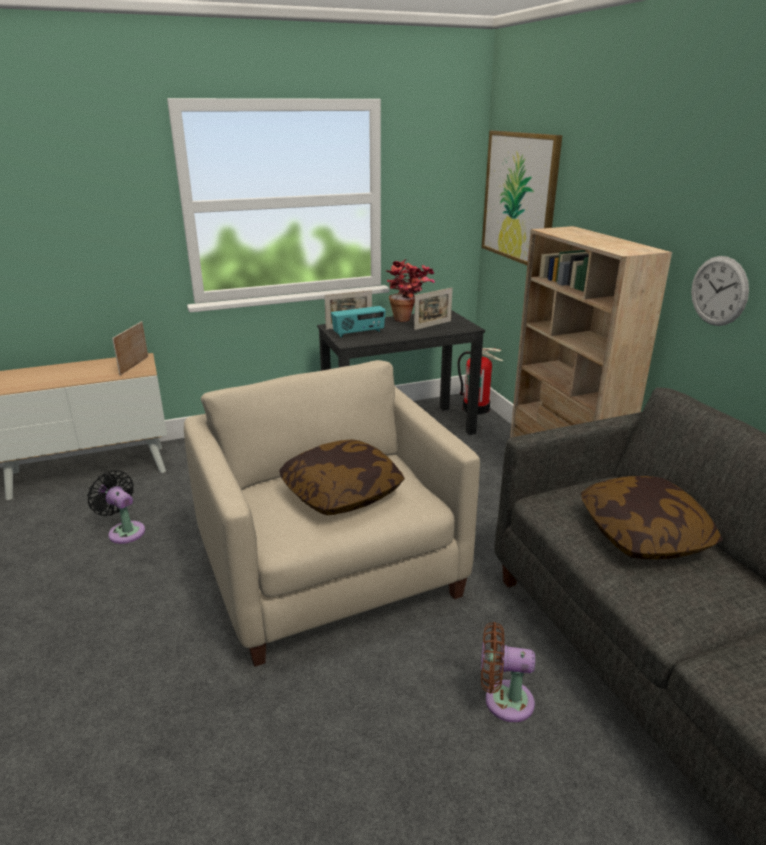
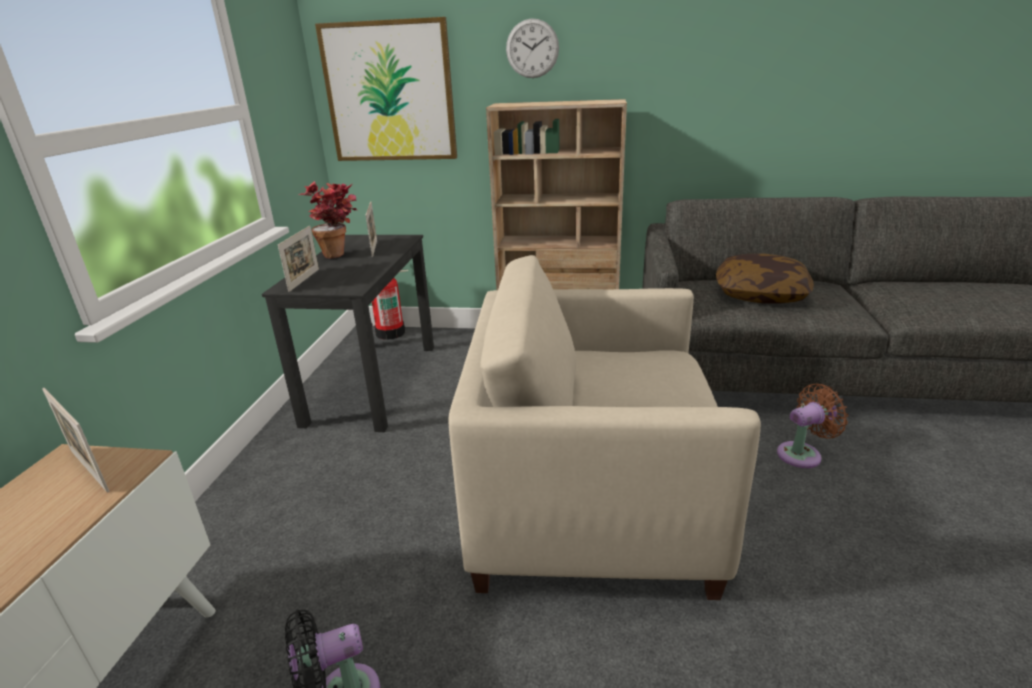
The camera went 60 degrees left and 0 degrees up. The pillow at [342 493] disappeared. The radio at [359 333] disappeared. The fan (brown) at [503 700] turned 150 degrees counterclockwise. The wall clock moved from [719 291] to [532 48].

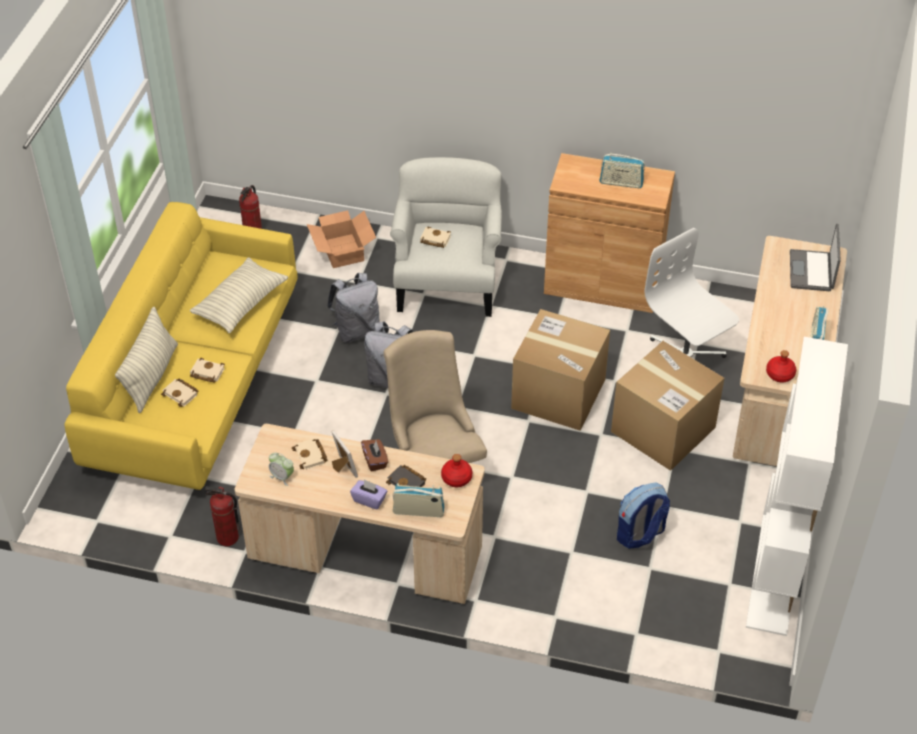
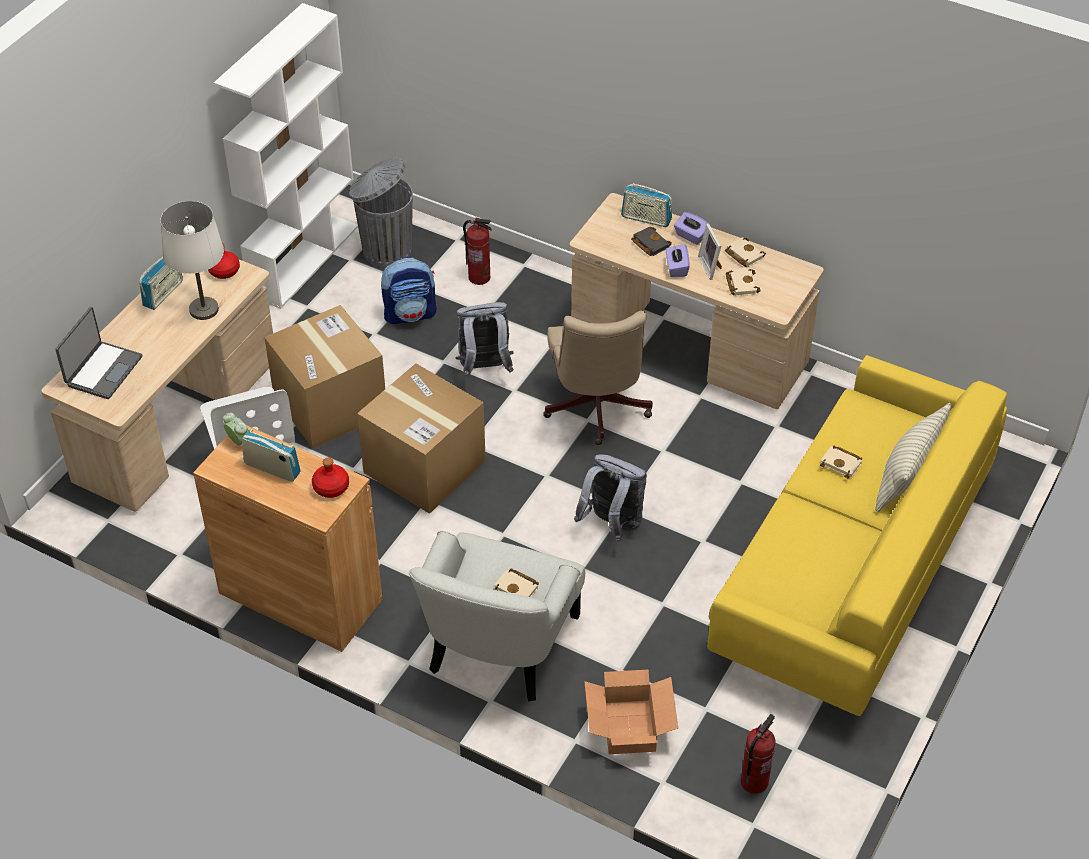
The camera went 165 degrees left and 0 degrees up. The book (beige) moved from [181 394] to [743 254]. The pillow at [240 304] disappeared. The fire extinguisher moved from [227 538] to [479 277]. The alarm clock moved from [282 477] to [239 442]. The backpack (grey) moved from [356 330] to [484 368]. The tissue box (brown) at [375 460] became the tissue box (purple) at [676 268]. The bottle (red) moved from [456 478] to [331 487]. The table lamp (white) at [204 310] appeared. The trash can (grey) at [385 250] appeared.

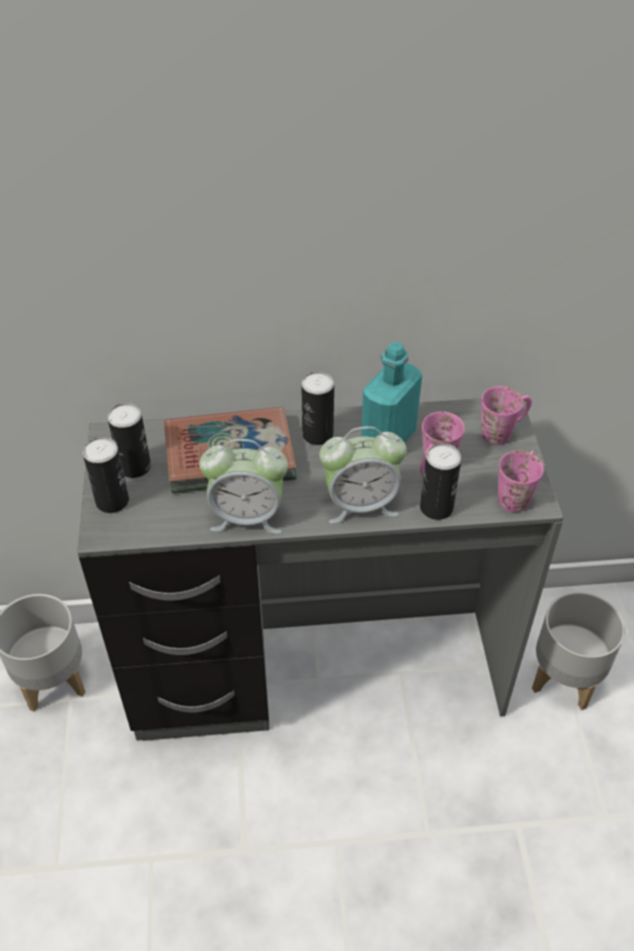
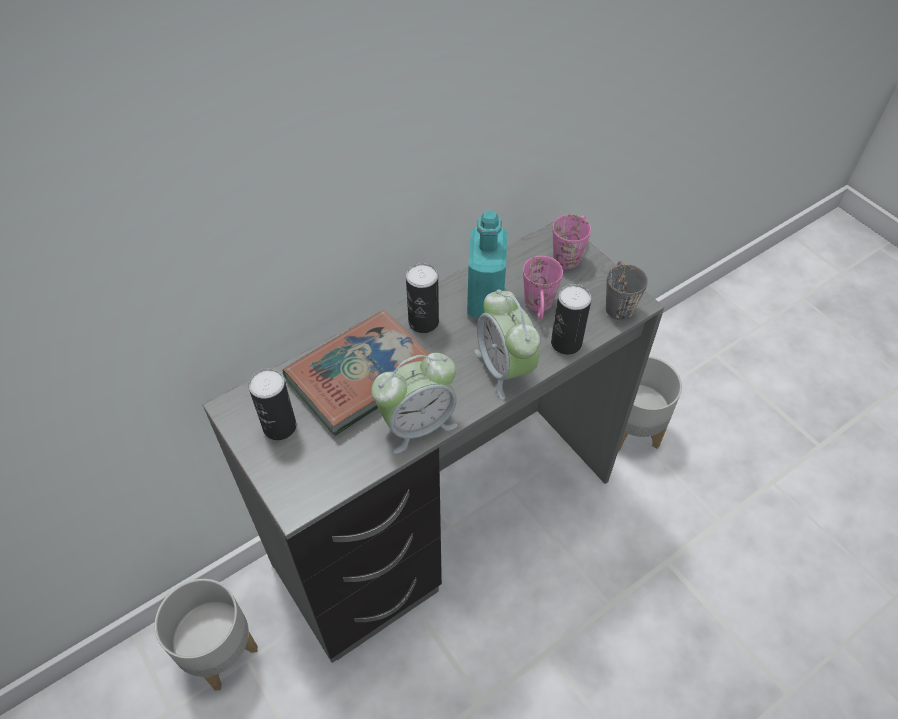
The camera went 30 degrees left and 5 degrees up. The can at [112 501] disappeared. The alarm clock at [360 504] turned 105 degrees clockwise. The mug (pink) at [516 493] became the mug (grey) at [617 302].

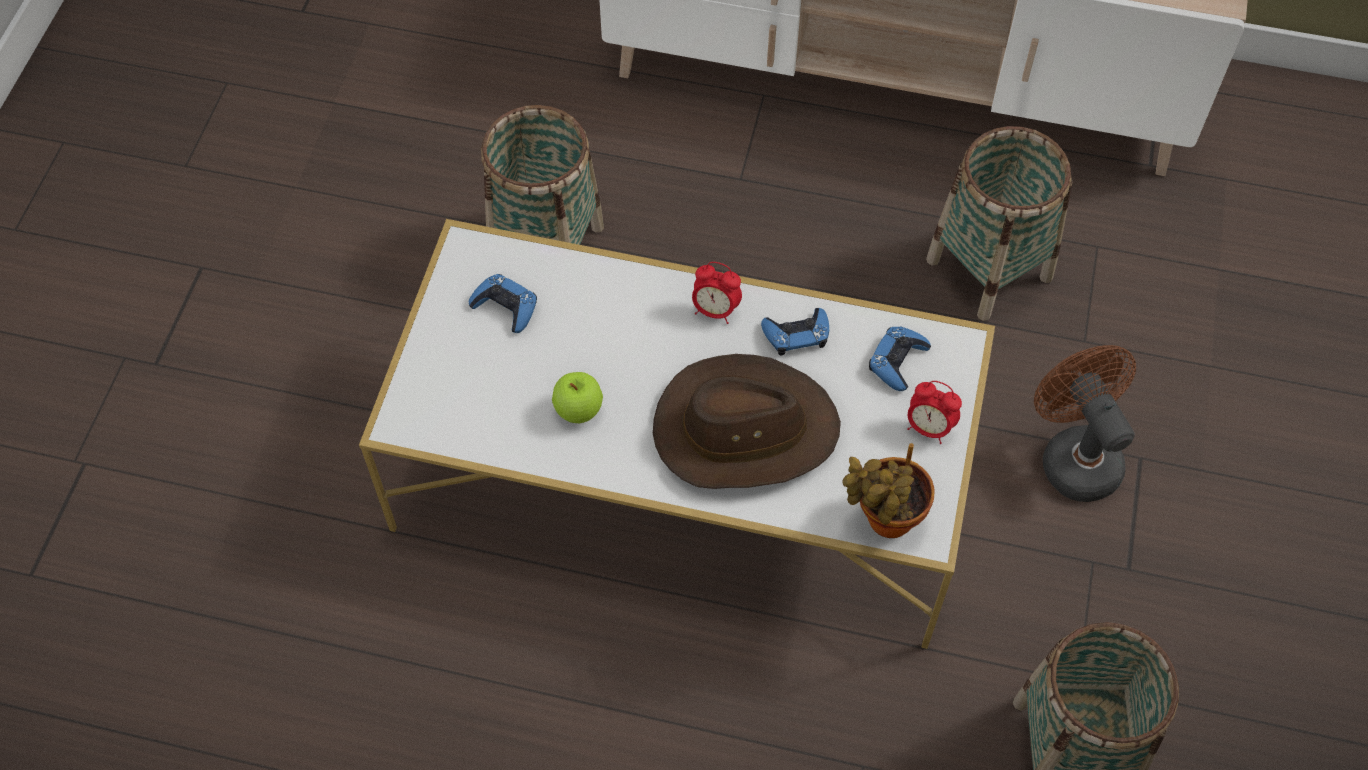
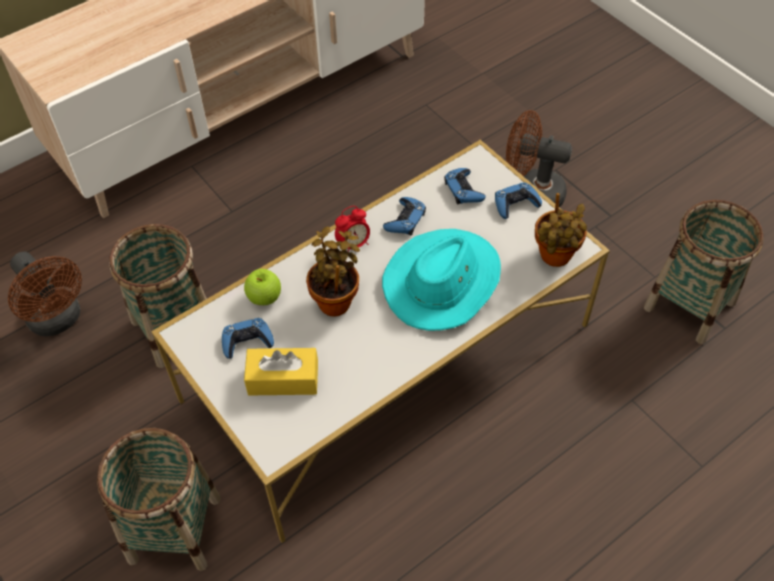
The camera went 50 degrees left and 5 degrees down. The apple moved from [578 410] to [264 298]. The hat (brown) at [744 429] became the hat (turquoise) at [442 281]. The alarm clock at [928 428] was replaced by the game controller (blue) at [515 204]. The basket moved from [989 269] to [175 529]. The fan (brown) at [59 320] appeared. The tissue box (yellow) at [283 379] appeared. The potted plant at [336 300] appeared.

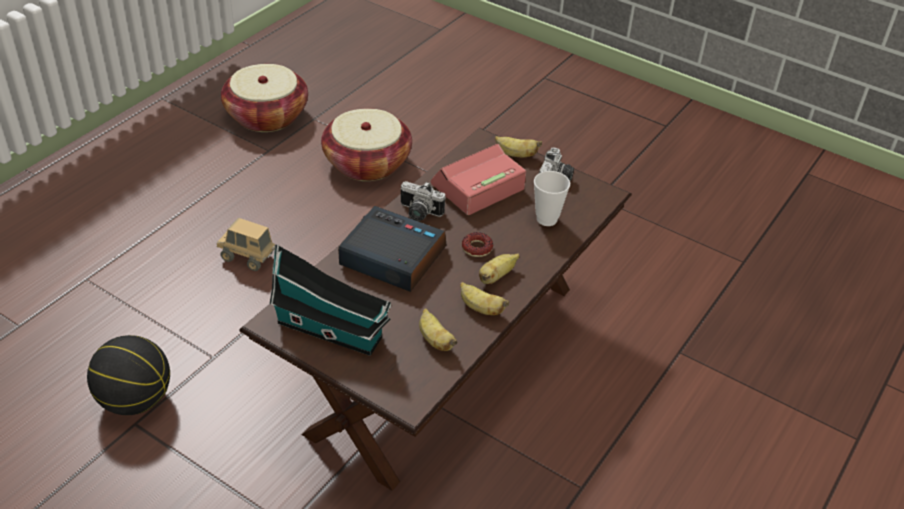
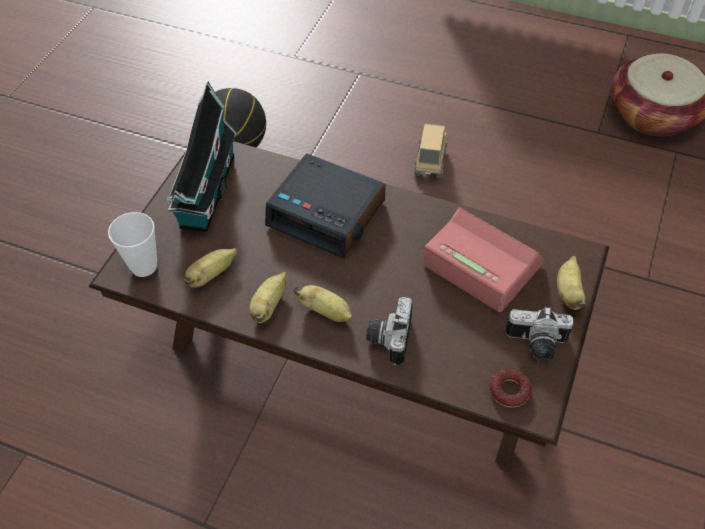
The camera went 80 degrees right and 10 degrees up. The basket at [367 163] disappeared. The alarm clock at [391 257] turned 105 degrees clockwise. The photo camera moved from [418 213] to [388 337]. The donut moved from [477 248] to [509 391]. The cup moved from [547 219] to [144 266].

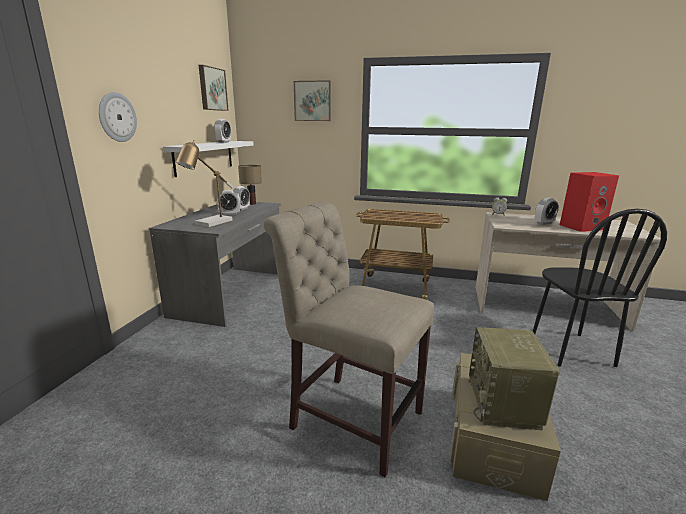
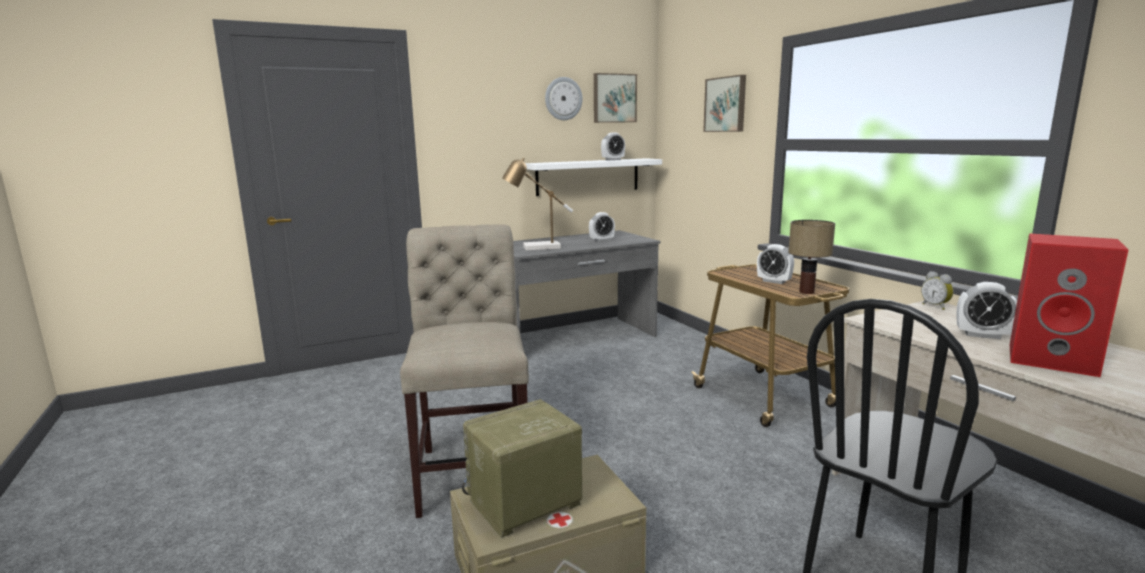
The camera went 50 degrees right and 5 degrees down. The wall clock moved from [117 117] to [563 98]. The alarm clock moved from [229 214] to [774 281]. The table lamp moved from [251 203] to [806 292].

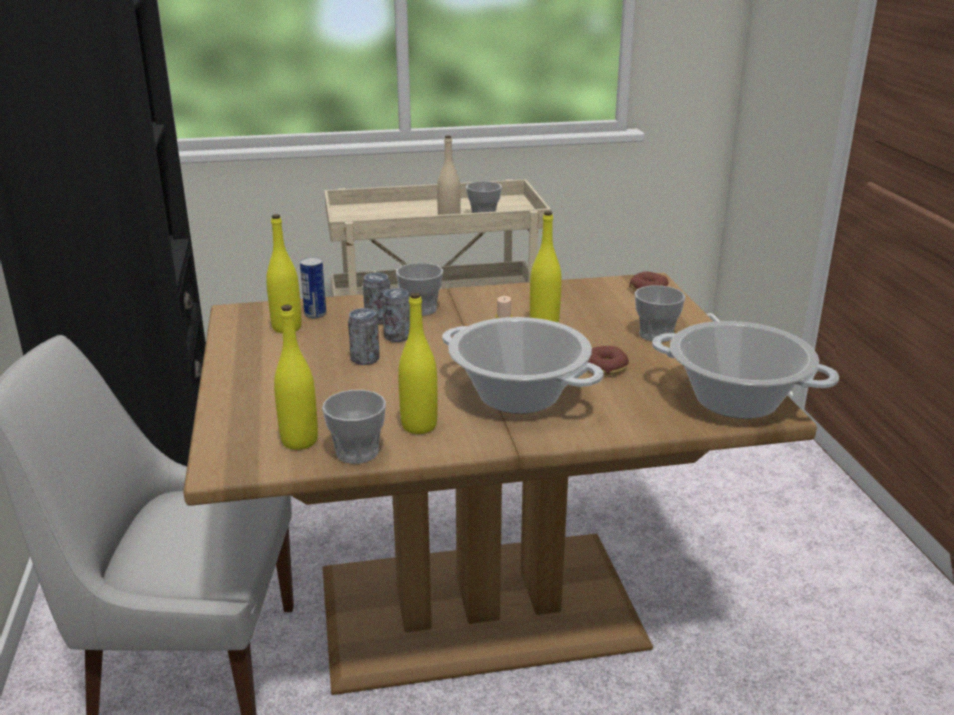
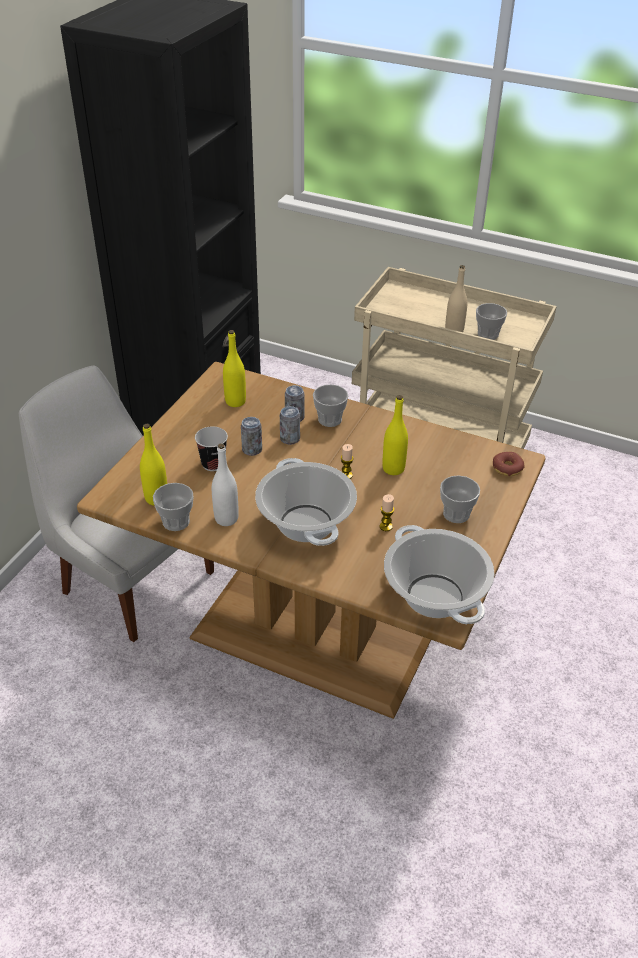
The camera went 35 degrees right and 15 degrees up. The can at [315 314] disappeared. The bottle (yellow) at [419 426] became the bottle (white) at [226 519]. The donut at [605 367] was replaced by the candle at [386 526]. The cup at [213 464] appeared.

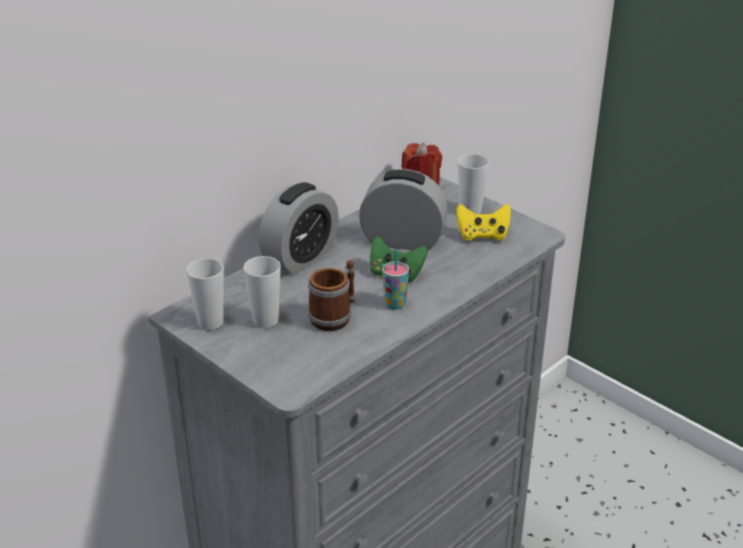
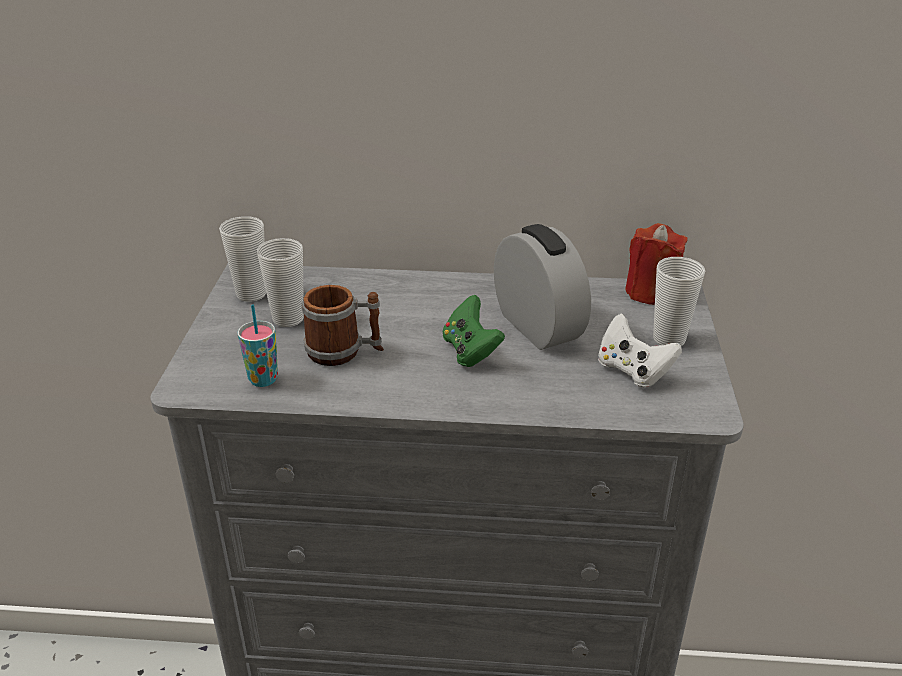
The camera went 50 degrees right and 0 degrees up. The alarm clock at [300 257] disappeared. The cup moved from [395 304] to [263 379]. The game controller (yellow) at [482 235] became the game controller (white) at [633 371].

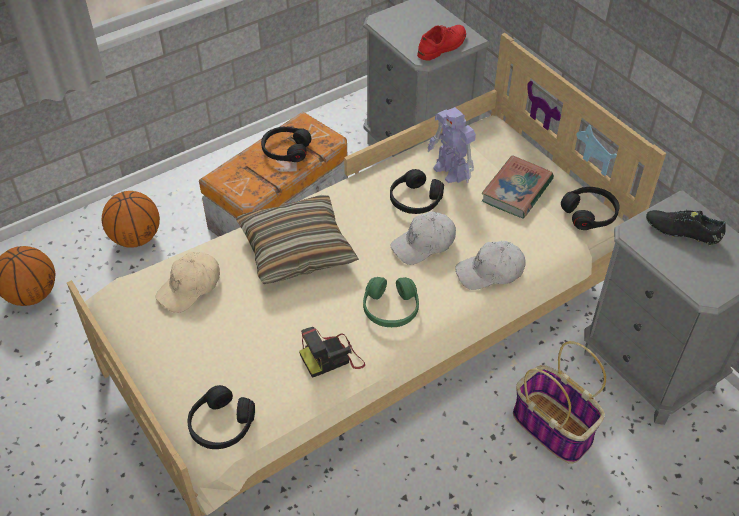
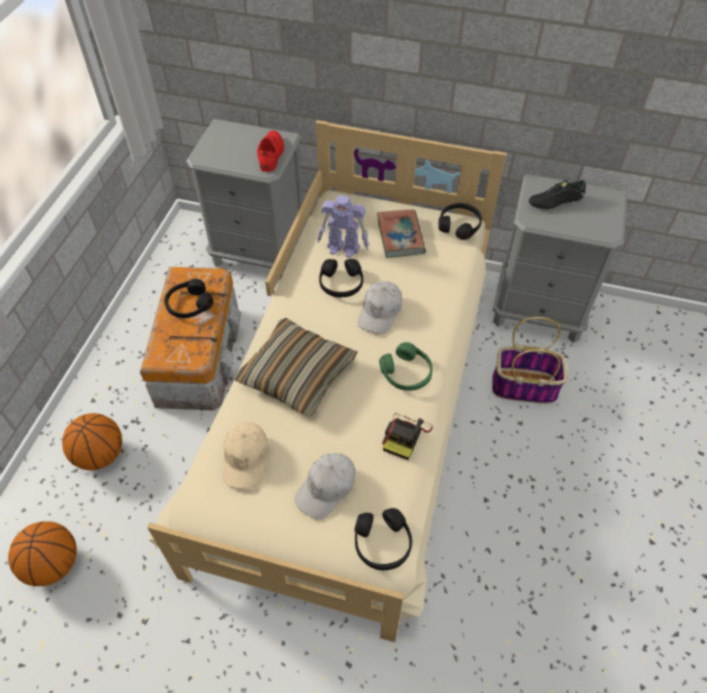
The camera went 40 degrees left and 5 degrees up. The cap (white) moved from [490 272] to [326 488].

